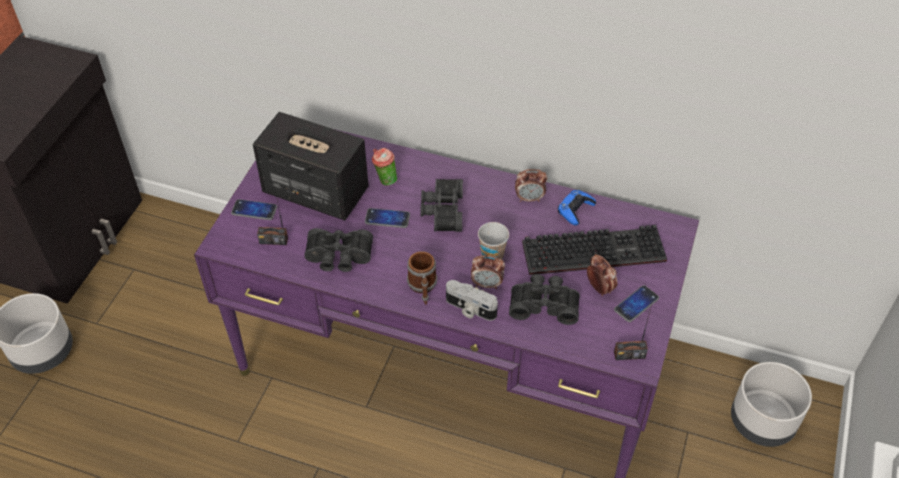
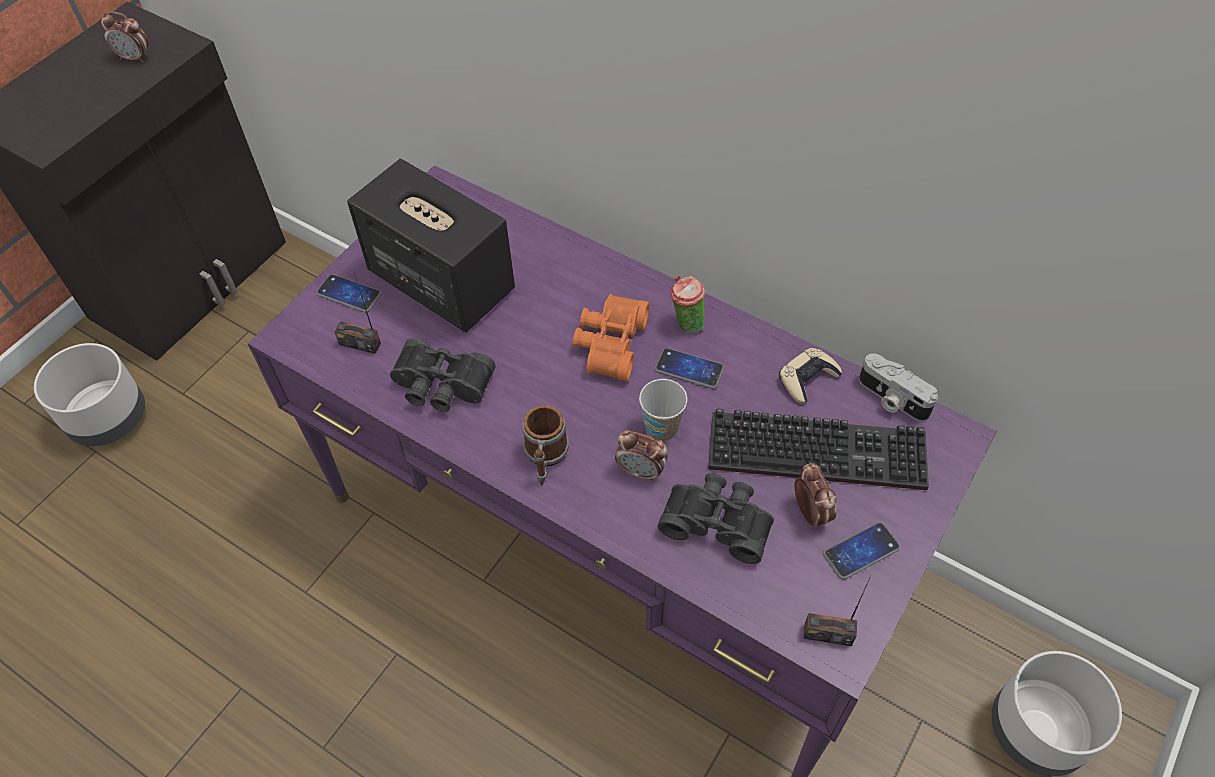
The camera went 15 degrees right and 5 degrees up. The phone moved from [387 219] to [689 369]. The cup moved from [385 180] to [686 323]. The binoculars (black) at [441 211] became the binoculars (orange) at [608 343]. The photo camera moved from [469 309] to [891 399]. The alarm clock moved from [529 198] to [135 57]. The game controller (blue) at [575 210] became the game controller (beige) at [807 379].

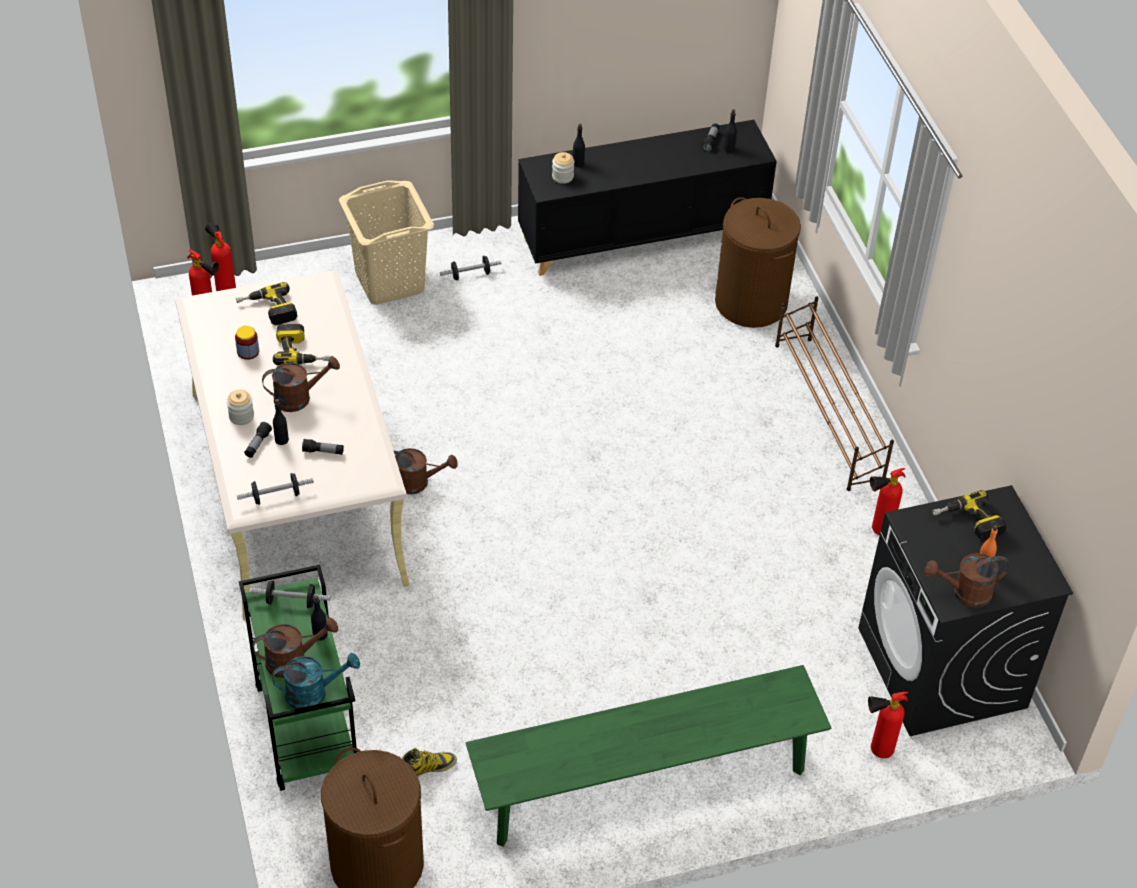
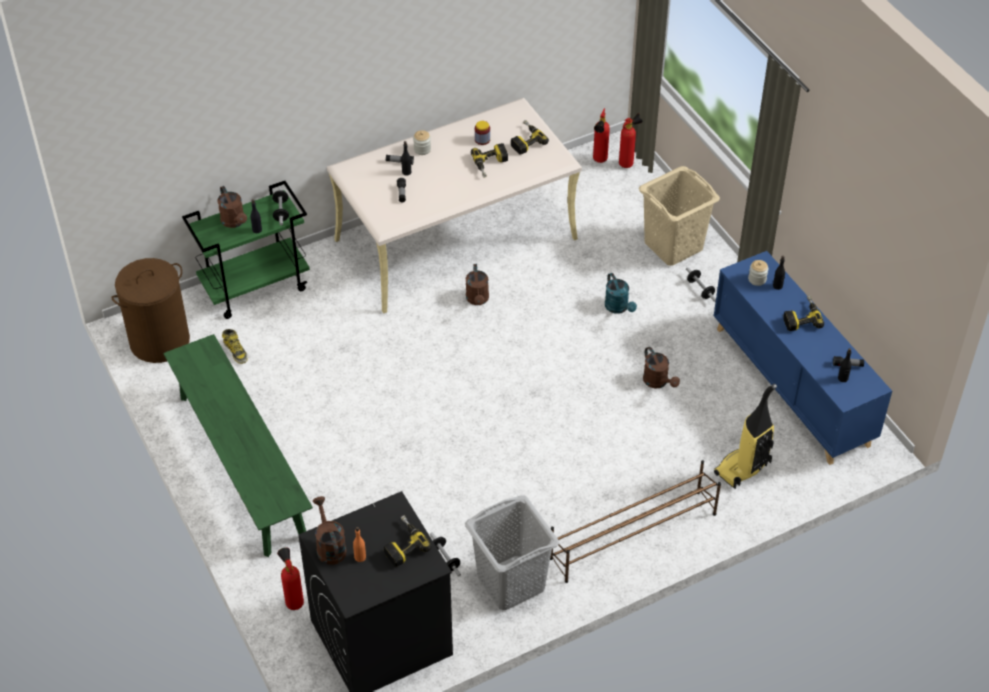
The camera went 80 degrees right and 0 degrees up. The dumbbell moved from [276 496] to [445 559]. The watering can (brown) moved from [299 398] to [658 382]. The watering can (turquoise) moved from [314 693] to [618 308]. The cabinet (black) at [642 236] became the cabinet (blue) at [792 386]. The laundry basket (brown) at [751 303] was replaced by the vacuum cleaner at [743 469]. The fire extinguisher at [877 531] was replaced by the laundry basket (grey) at [511 582]. The power drill at [800 317] appeared.

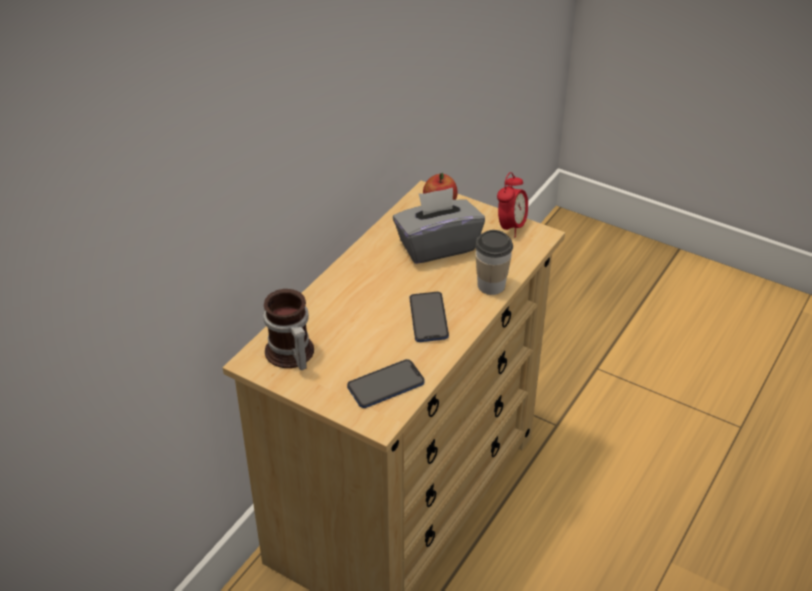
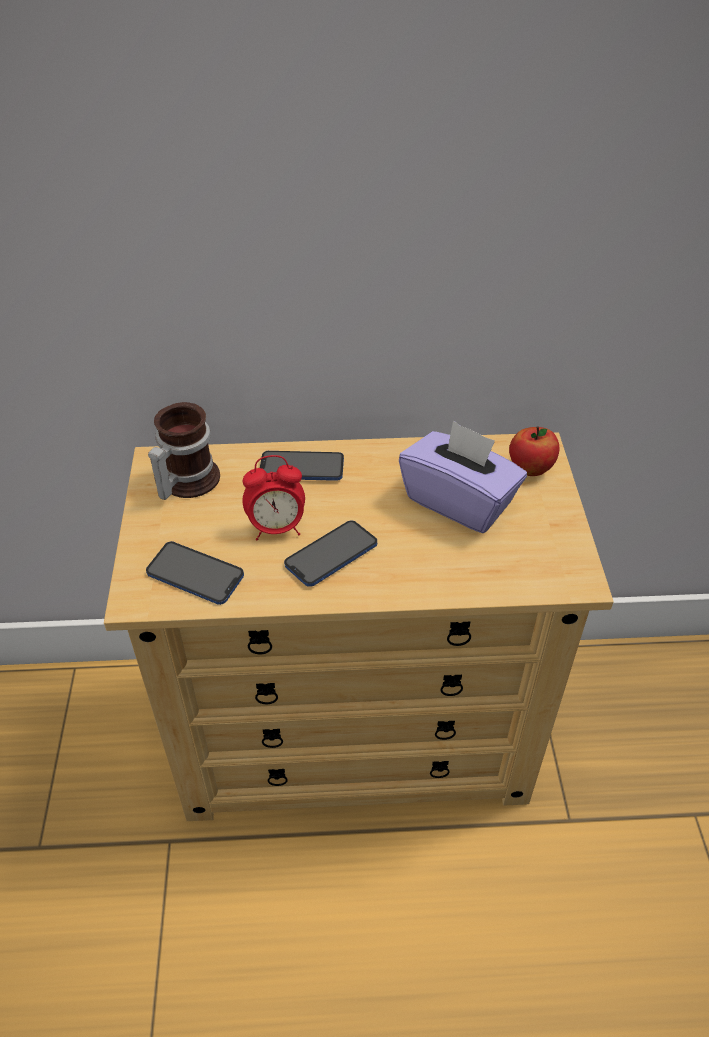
The camera went 55 degrees right and 5 degrees up. The tissue box (grey) at [437 246] became the tissue box (purple) at [459 501]. The cup at [491 285] disappeared. The alarm clock moved from [511 227] to [276 528]. The phone at [302 468] appeared.

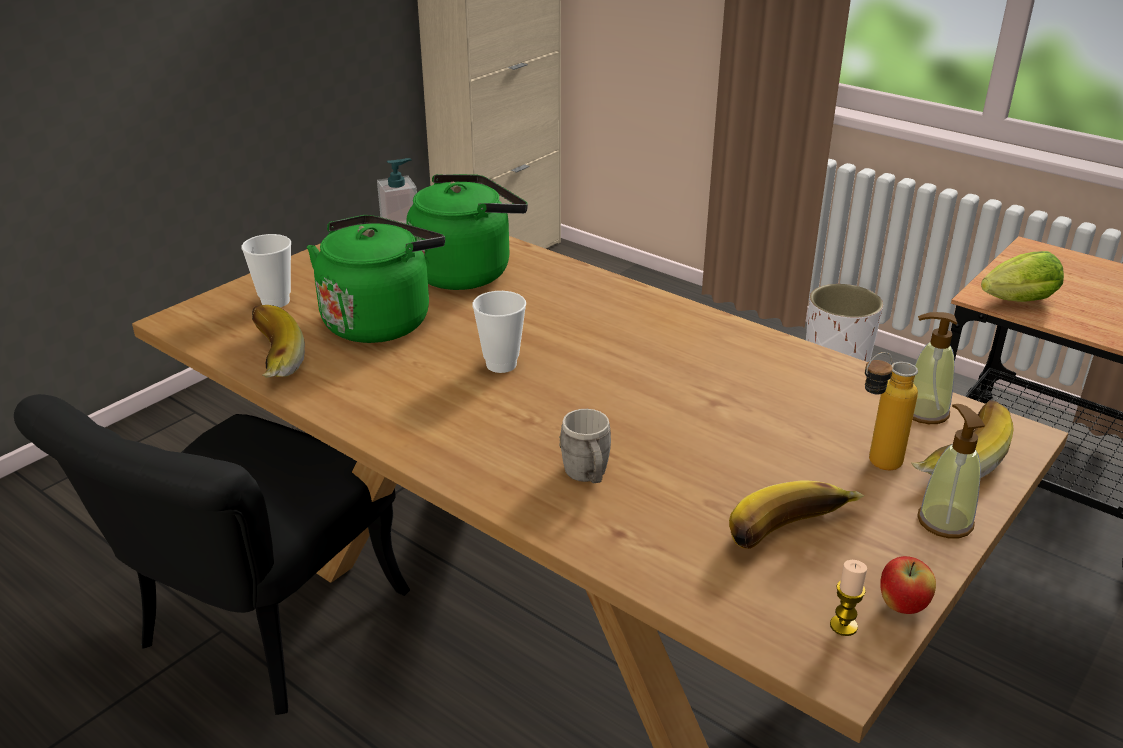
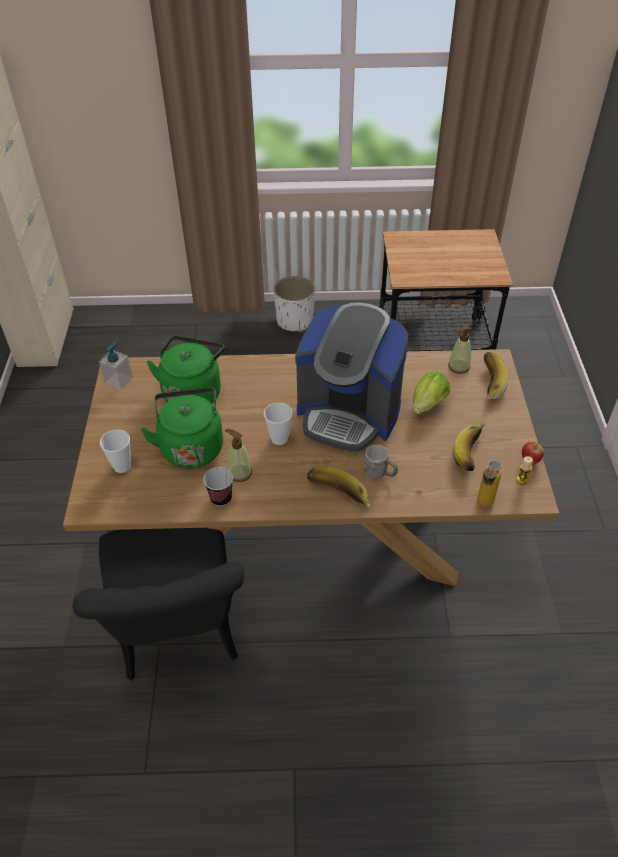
The camera went 40 degrees left and 15 degrees up. The banana moved from [268 359] to [337 496]. The bottle moved from [873 465] to [483 505]. The soap dispenser moved from [944 521] to [239 473]. The lettuce moved from [1014 302] to [426 406]. The cup at [221 498] appeared. The coffee machine at [348 413] appeared.

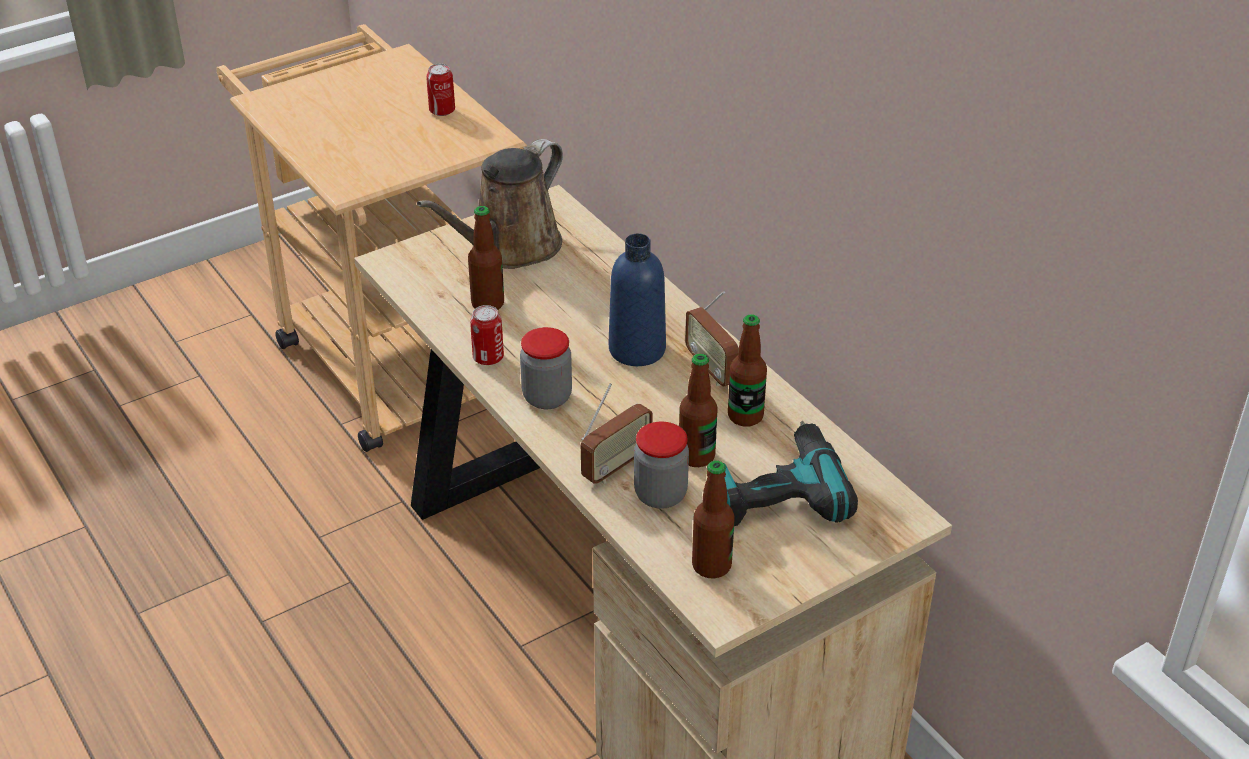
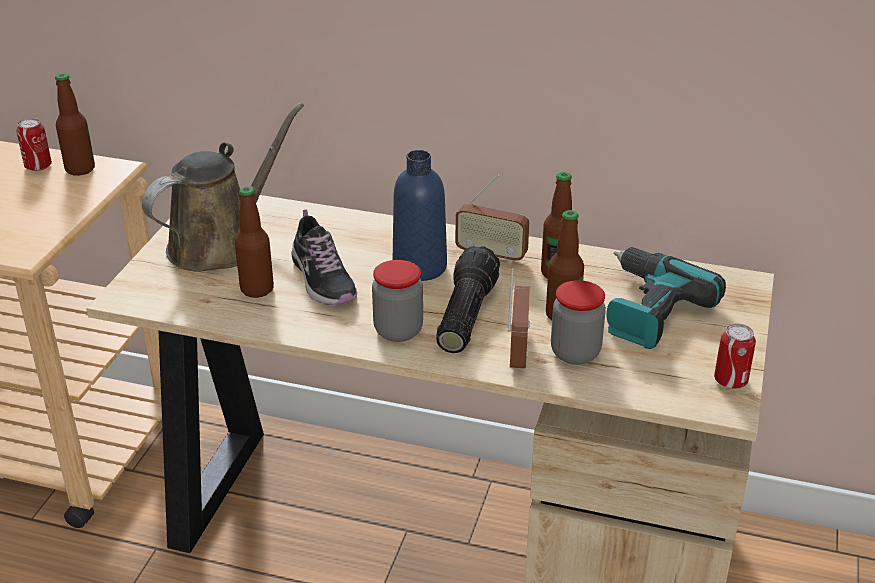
The camera went 40 degrees left and 5 degrees down. The watering can (brown) at [510 248] turned 135 degrees counterclockwise. The can moved from [488 358] to [730 380]. The bottle moved from [711 566] to [80 169]. The shoe at [323 279] appeared. The flashlight at [464 315] appeared.

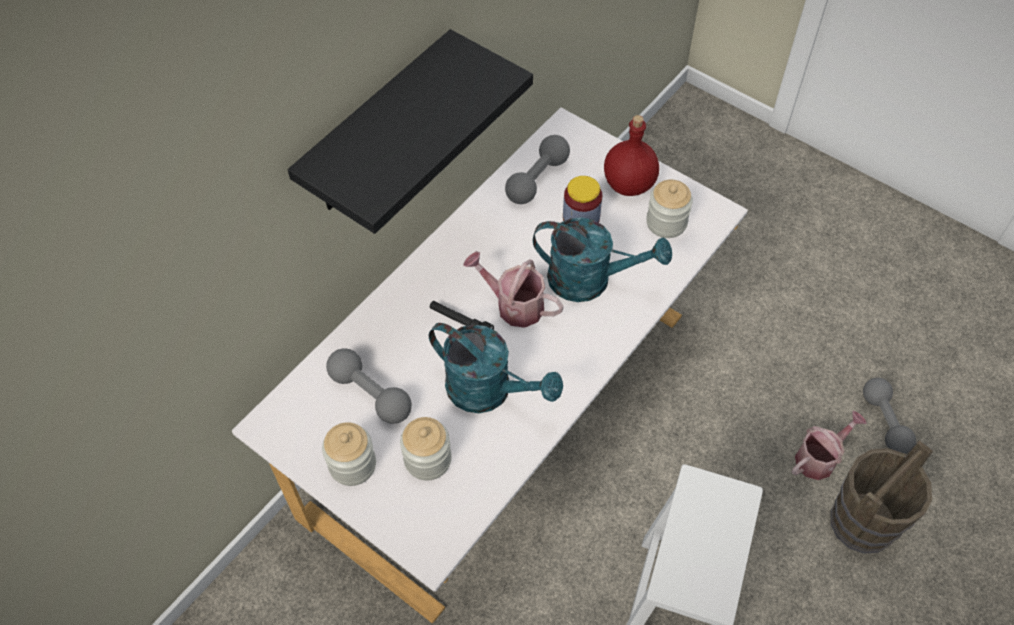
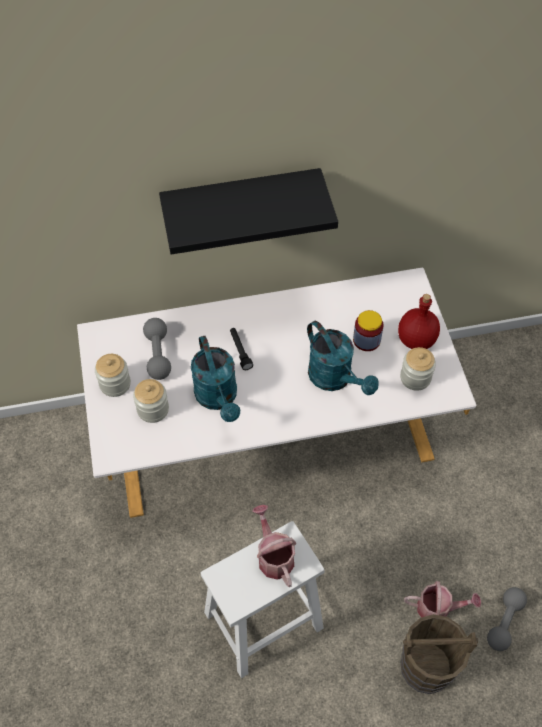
The camera went 40 degrees right and 0 degrees up. The watering can moved from [514 305] to [274 556]. The dumbbell (grey) at [537 179] disappeared.

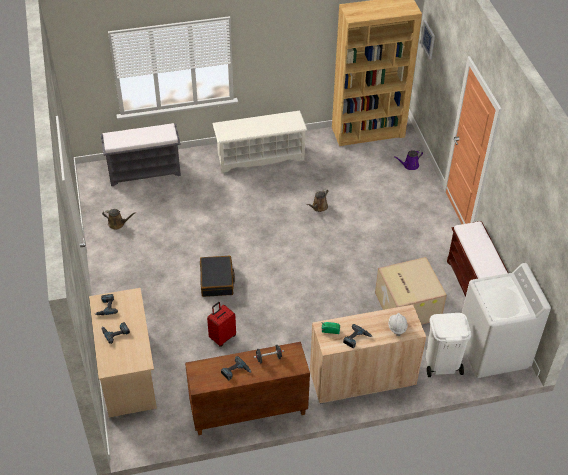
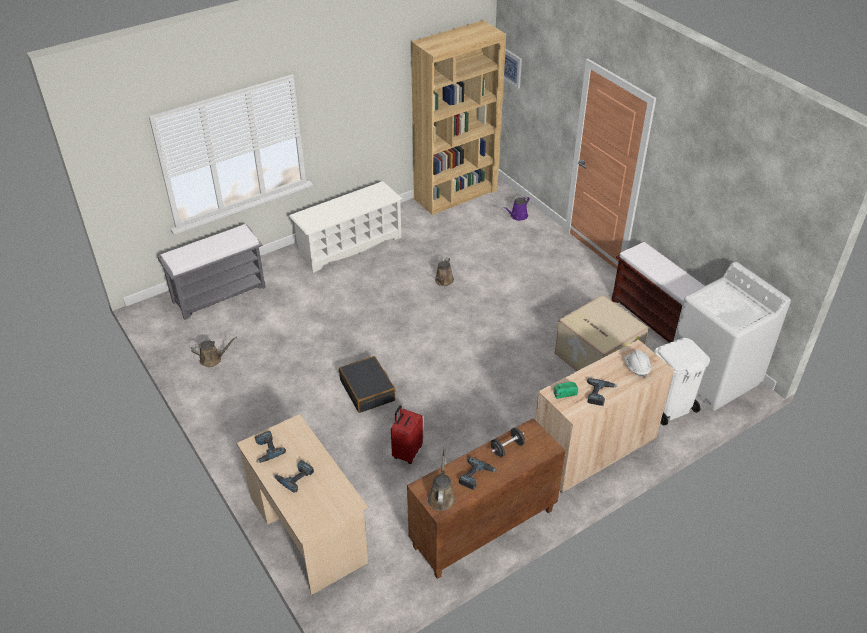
The camera went 20 degrees left and 5 degrees down. The watering can (brown) at [441 496] appeared.

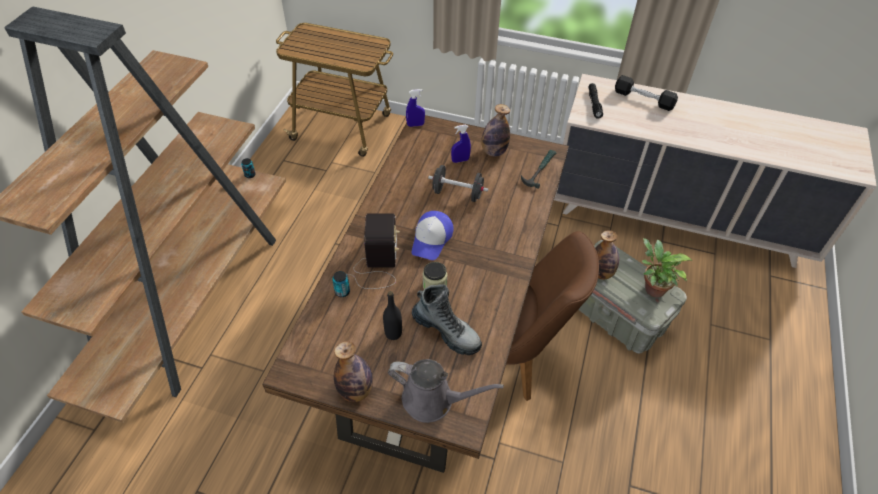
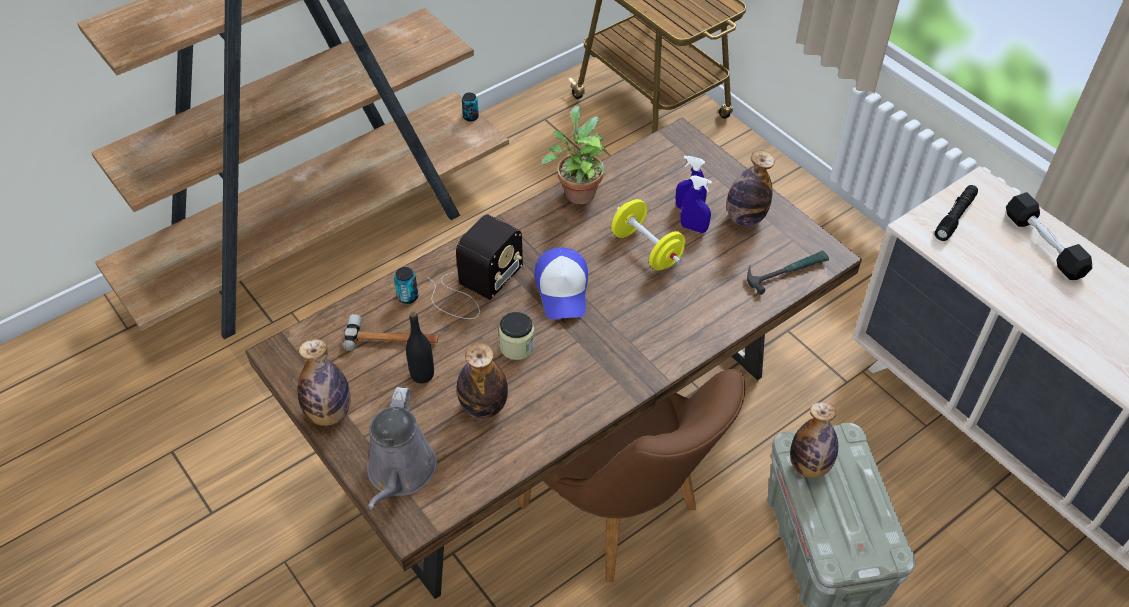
The camera went 35 degrees right and 0 degrees up. The watering can (grey) at [433 400] turned 45 degrees clockwise. The spray bottle (blue) moved from [415 125] to [693 228]. The cap at [431 239] turned 60 degrees counterclockwise. The boot at [446 331] was replaced by the bottle at [483 407]. The dumbbell (black) at [457 193] became the dumbbell (yellow) at [646 249]. The potted plant moved from [652 288] to [577 191]. The hammer at [392 339] appeared.

